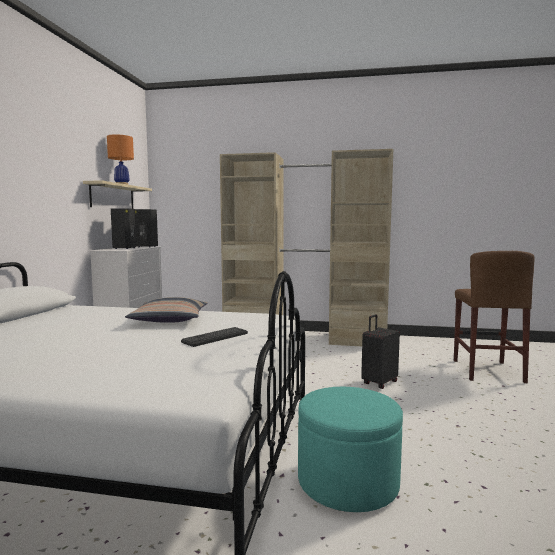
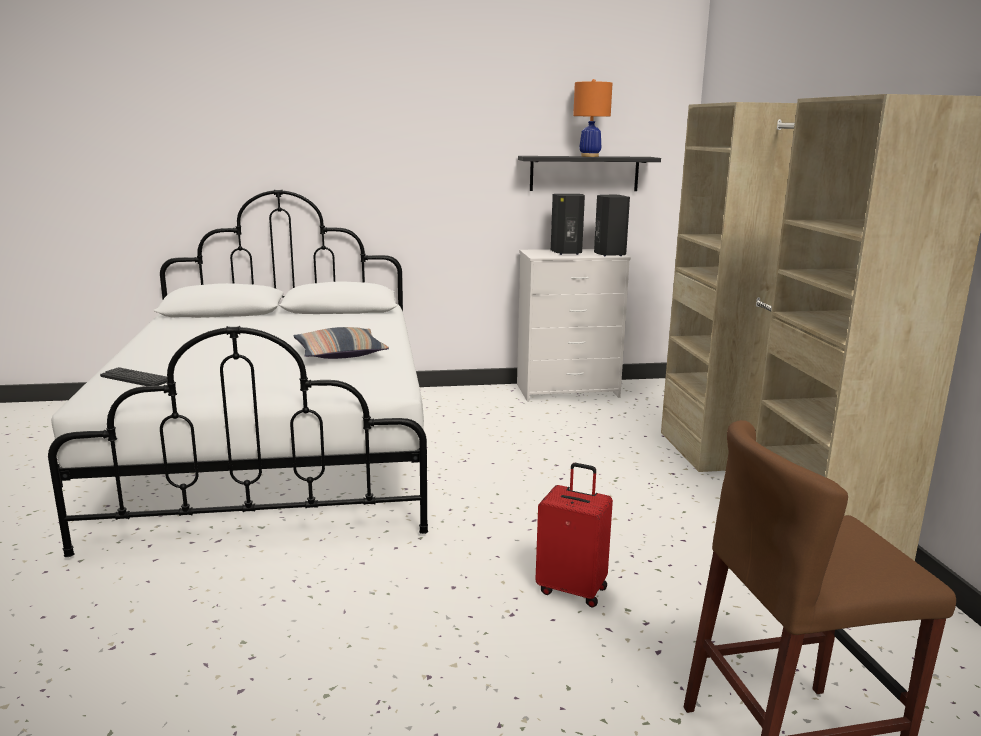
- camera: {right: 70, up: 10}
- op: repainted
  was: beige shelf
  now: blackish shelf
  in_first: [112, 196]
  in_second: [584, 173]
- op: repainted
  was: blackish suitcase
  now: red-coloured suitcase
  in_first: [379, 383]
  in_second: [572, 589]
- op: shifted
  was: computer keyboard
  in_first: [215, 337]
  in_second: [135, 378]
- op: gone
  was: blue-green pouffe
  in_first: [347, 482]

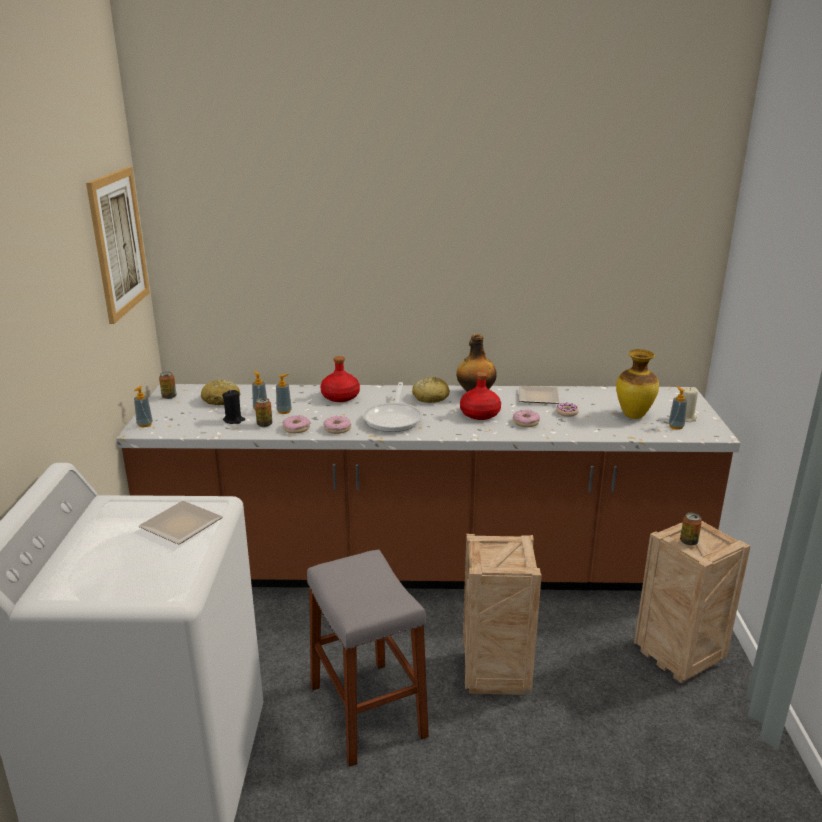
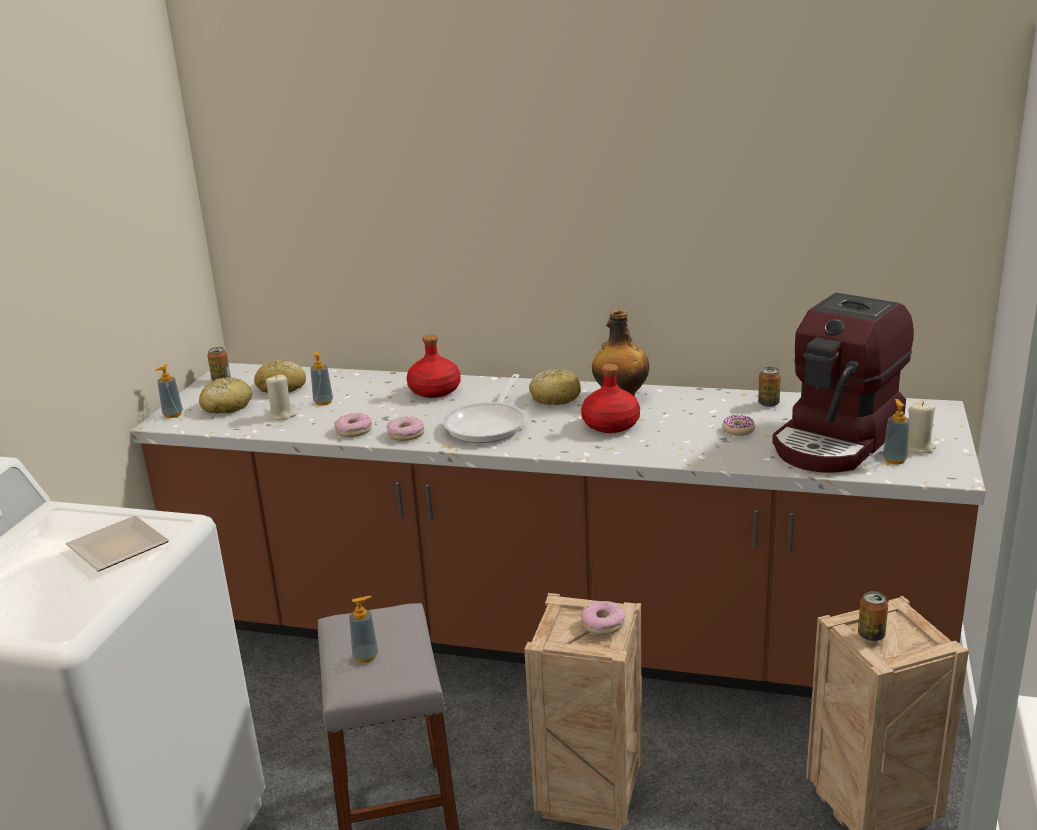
- camera: {right: 15, up: 0}
- op: gone
  was: wall picture
  in_first: [118, 243]
- op: swapped
  was: decorative vase
  now: coffee maker
  in_first: [634, 416]
  in_second: [838, 440]
- op: shifted
  was: soap dispenser
  in_first: [284, 411]
  in_second: [365, 656]
- op: gone
  was: dinner plate
  in_first: [539, 397]
- op: repainted
  was: blackish wax candle
  now: beige wax candle
  in_first: [234, 420]
  in_second: [282, 415]
- op: shifted
  was: can
  in_first: [264, 424]
  in_second: [768, 403]
- op: shifted
  was: doughnut
  in_first: [526, 422]
  in_second: [603, 624]
- op: new
  now: bakery bread
  in_second: [226, 406]

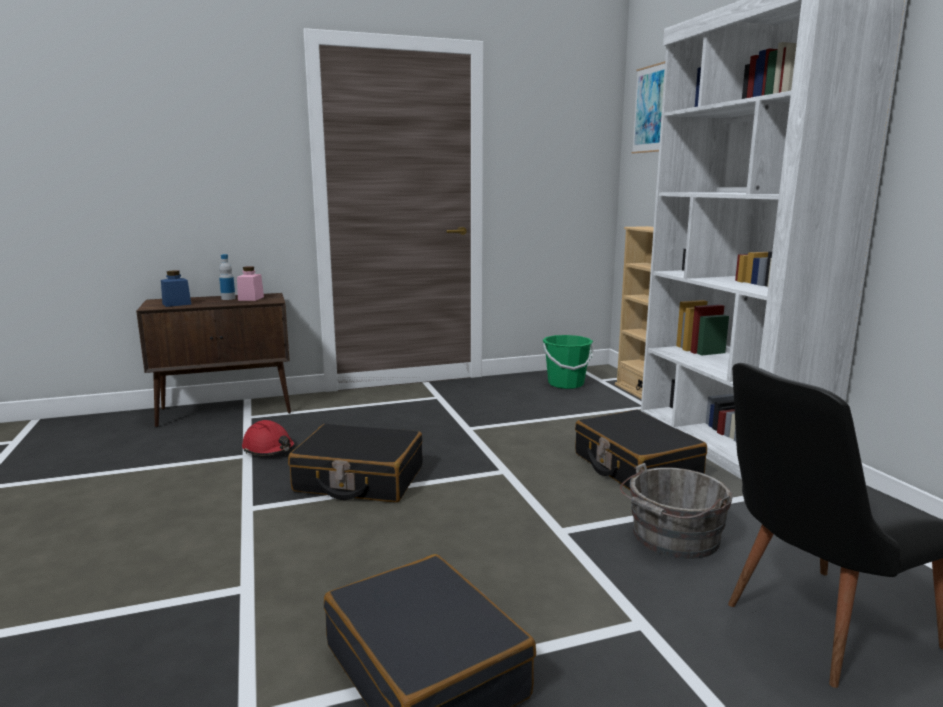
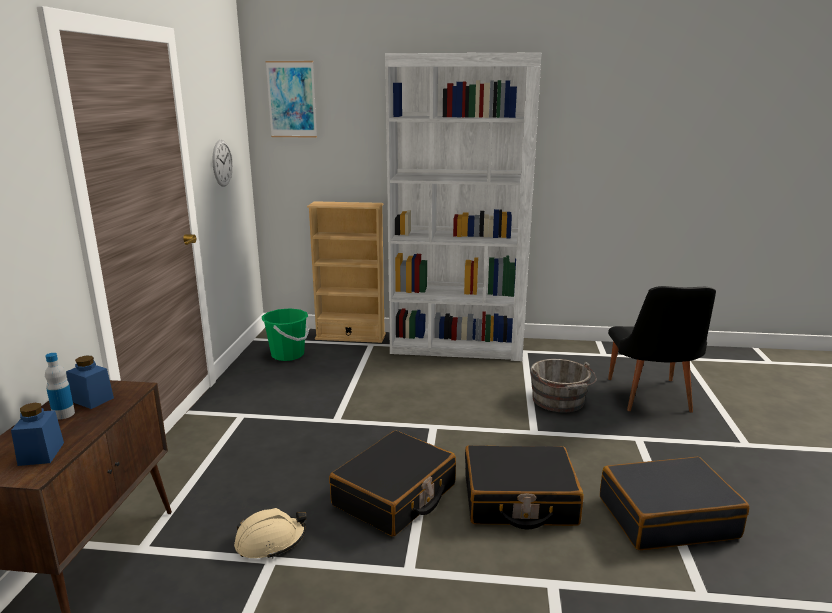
- camera: {right: -65, up: 5}
- op: repainted
  was: pink-coloured preserve jar
  now: bluish preserve jar
  in_first: [251, 298]
  in_second: [92, 399]
- op: shifted
  was: blackish suitcase
  in_first: [635, 467]
  in_second: [519, 500]
- op: repainted
  was: red-coloured safety helmet
  now: beige safety helmet
  in_first: [269, 449]
  in_second: [270, 541]
- op: new
  now: hanging clock
  in_second: [222, 163]

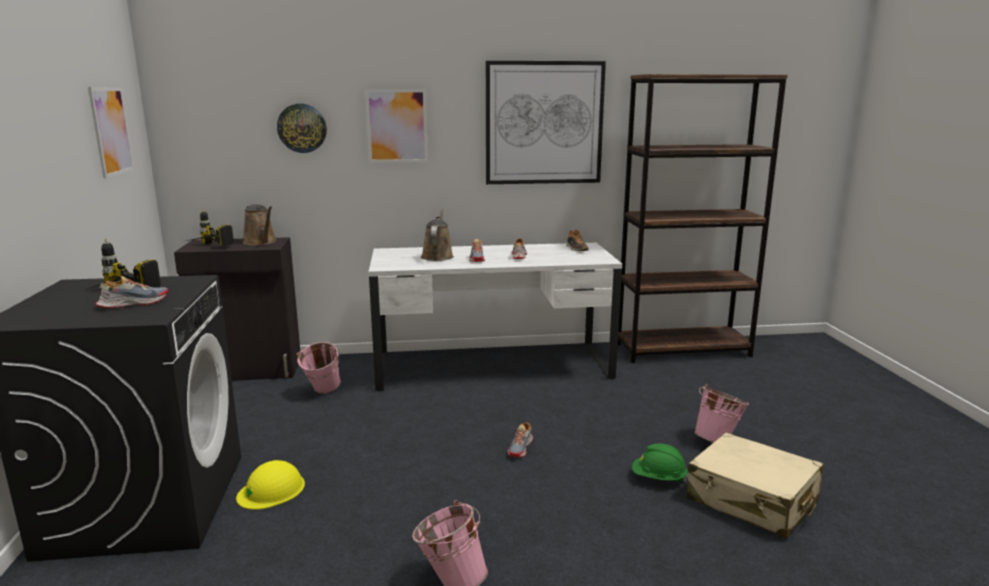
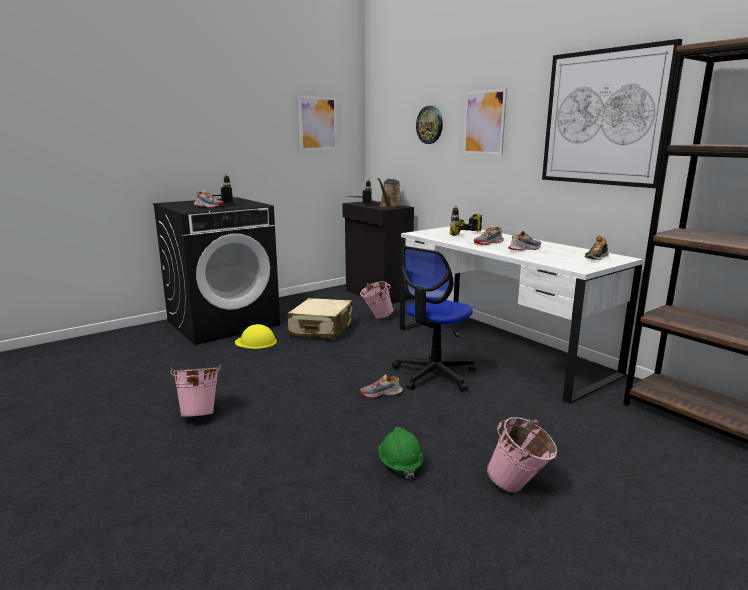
- camera: {right: 60, up: 0}
- op: swapped
  was: brownish watering can
  now: power drill
  in_first: [437, 256]
  in_second: [471, 236]
- op: shifted
  was: beige suitcase
  in_first: [752, 500]
  in_second: [321, 329]
- op: new
  now: computer chair
  in_second: [434, 375]

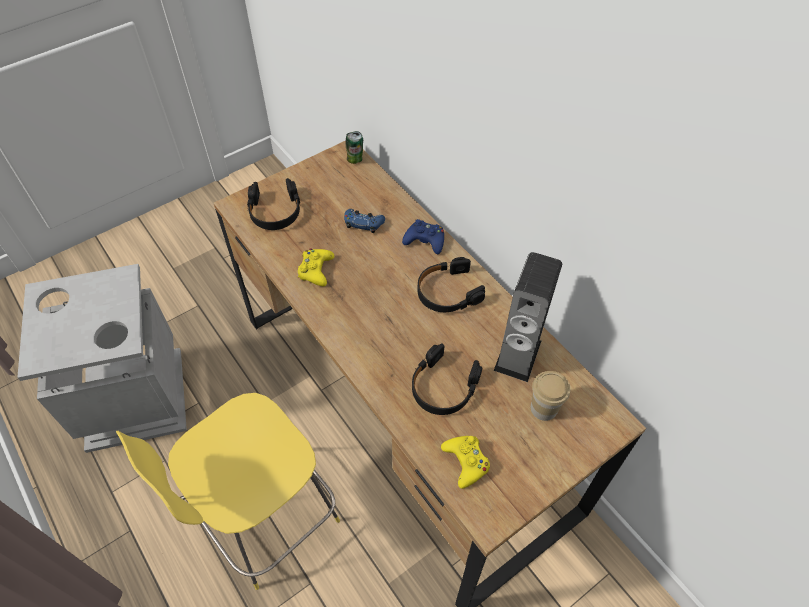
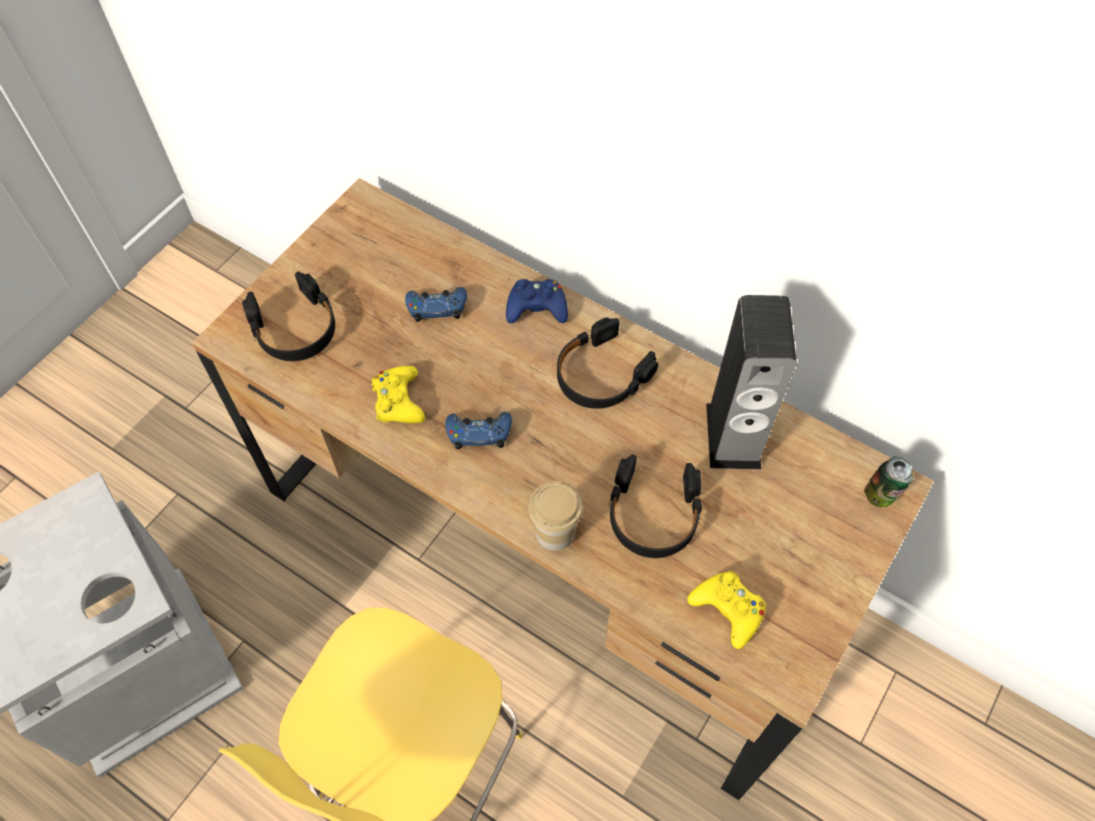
- camera: {right: -20, up: 5}
- op: shifted
  was: can
  in_first: [355, 159]
  in_second: [881, 495]
- op: shifted
  was: cup
  in_first: [544, 408]
  in_second: [555, 532]
- op: new
  now: bluish gamepad
  in_second: [479, 433]

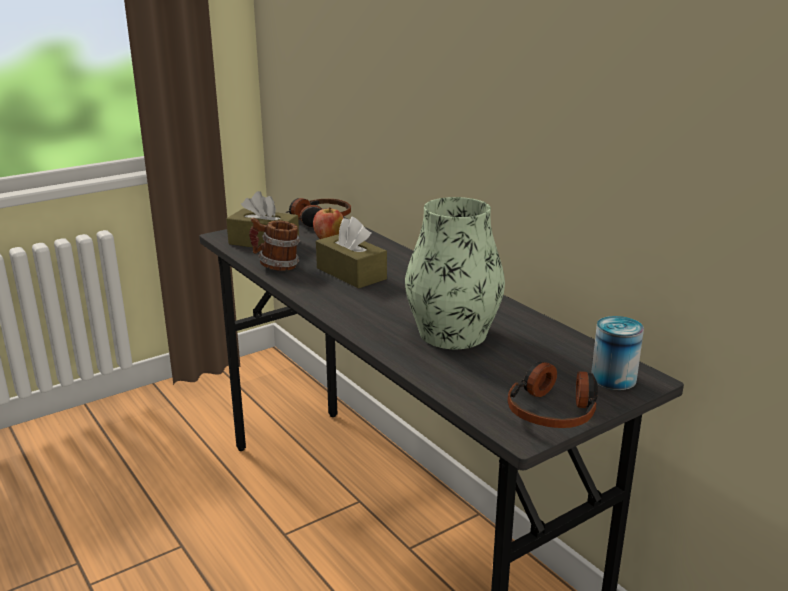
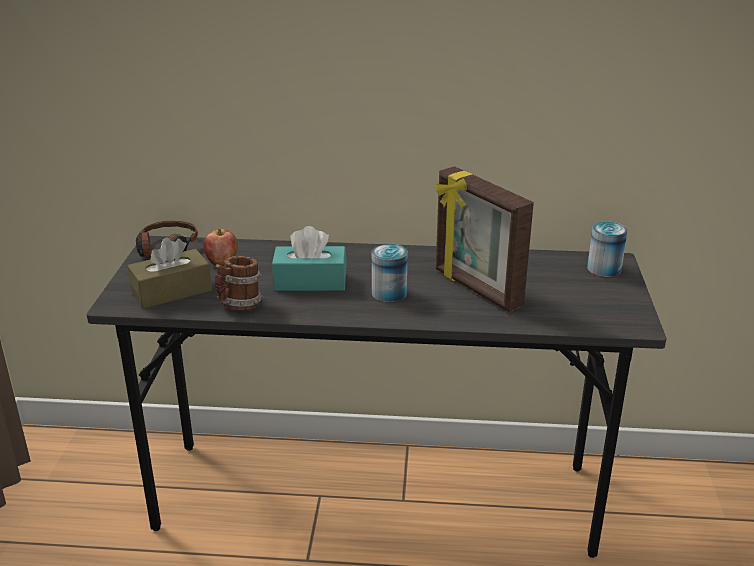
- camera: {right: -50, up: 5}
- op: swapped
  was: decorative vase
  now: picture frame
  in_first: [453, 334]
  in_second: [476, 289]
- op: repainted
  was: brownish tissue box
  now: blue-green tissue box
  in_first: [351, 273]
  in_second: [310, 281]
- op: gone
  was: headphones
  in_first: [553, 410]
- op: new
  now: can
  in_second: [389, 293]

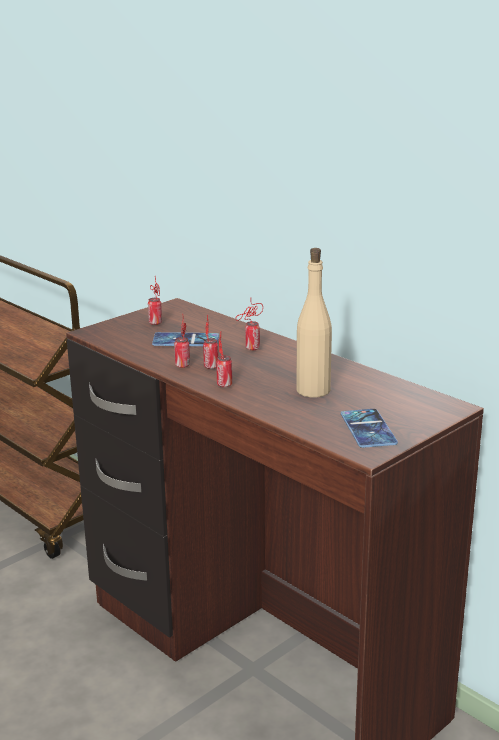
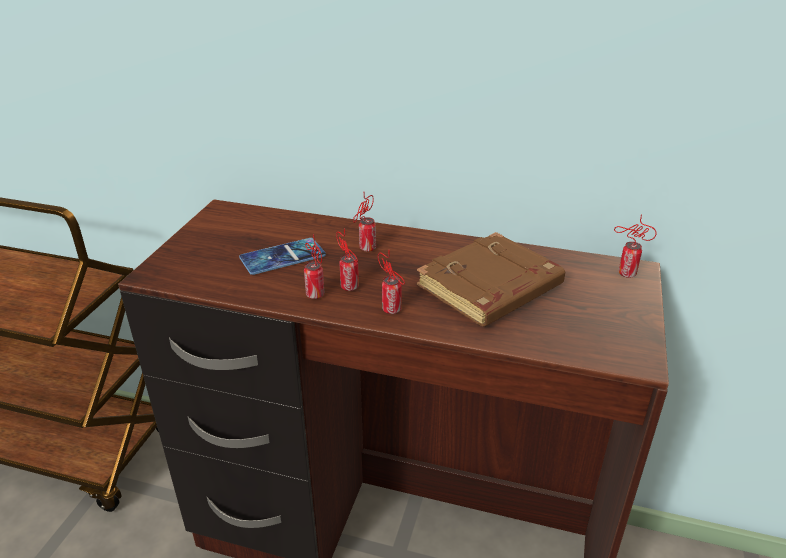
- camera: {right: -30, up: 10}
- op: swapped
  was: beige drink bottle
  now: brownish volume
  in_first: [313, 390]
  in_second: [490, 288]
- op: shifted
  was: can
  in_first: [155, 322]
  in_second: [624, 273]
- op: gone
  was: handset
  in_first: [368, 429]

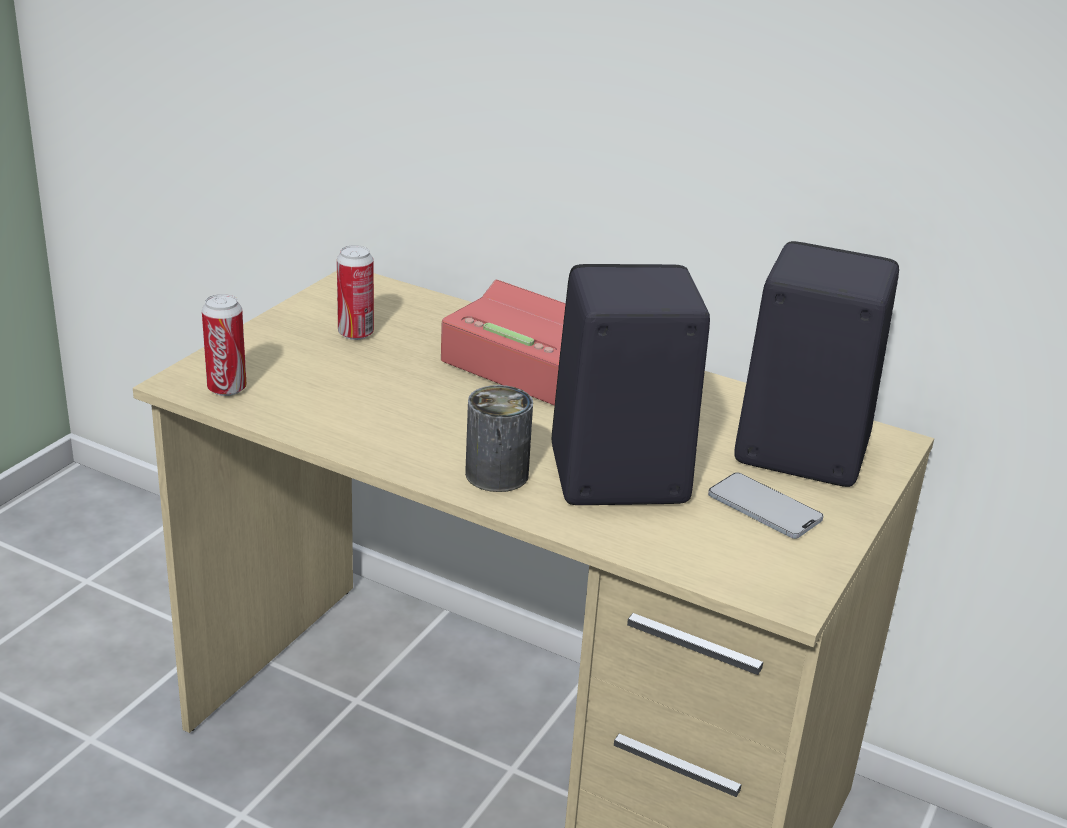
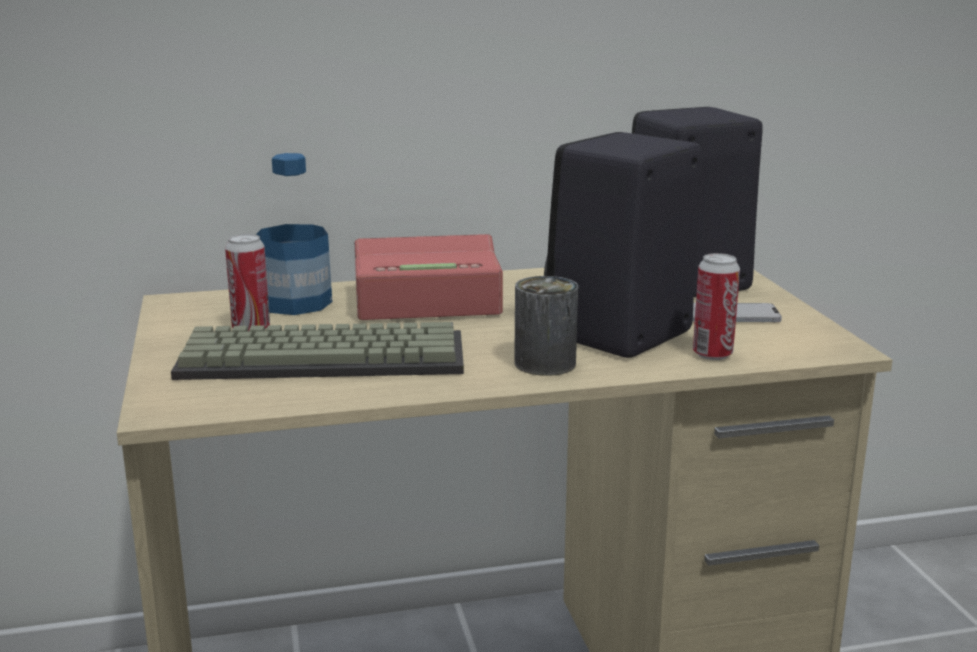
- camera: {right: -40, up: -10}
- op: shifted
  was: can
  in_first: [227, 389]
  in_second: [712, 354]
- op: new
  now: drink bottle
  in_second: [295, 303]
- op: new
  now: computer keyboard
  in_second: [326, 356]

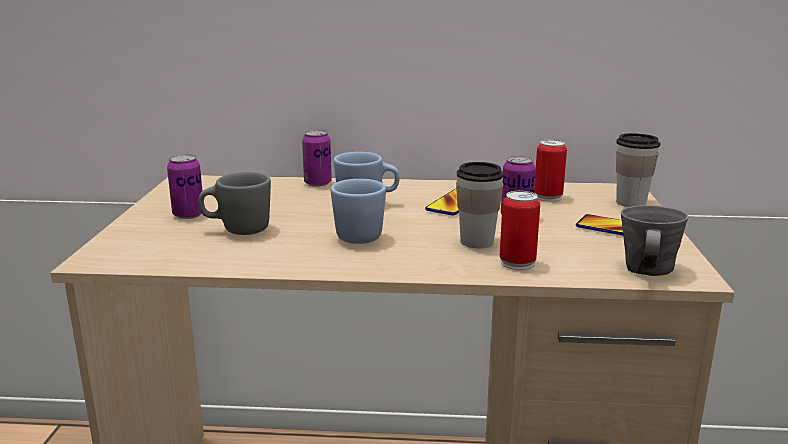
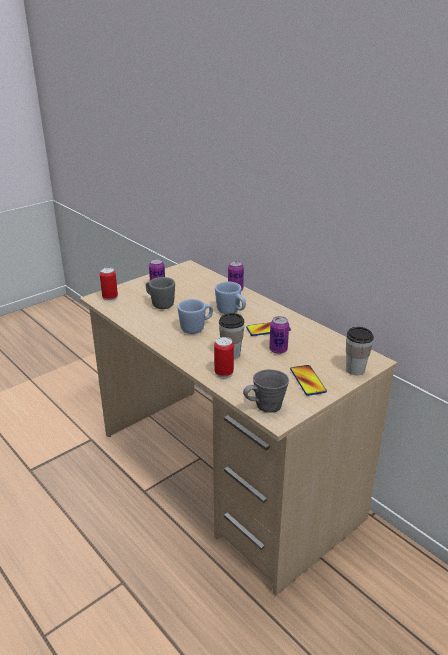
- camera: {right: 45, up: 10}
- op: shifted
  was: can
  in_first: [548, 197]
  in_second: [110, 297]

